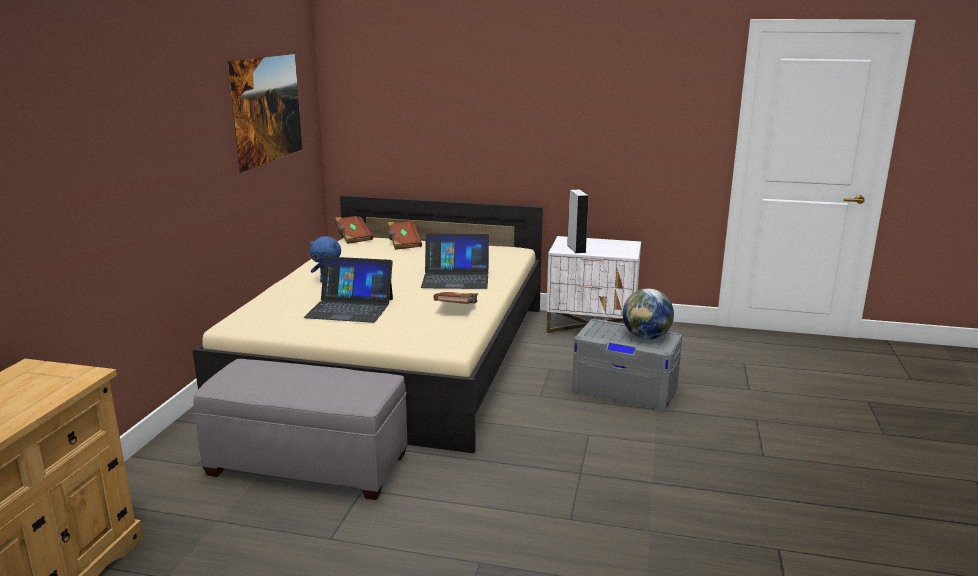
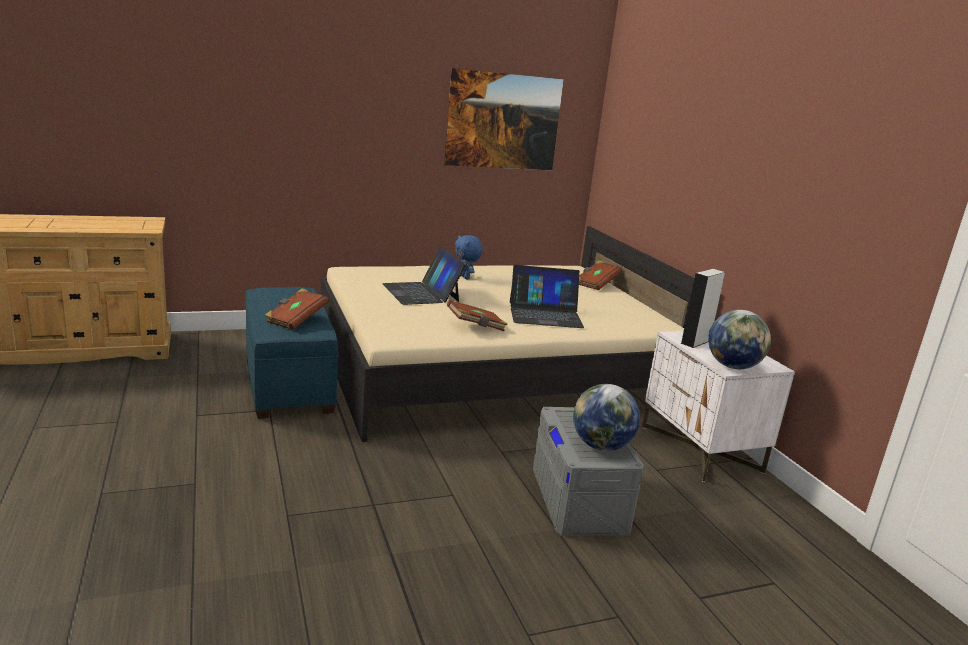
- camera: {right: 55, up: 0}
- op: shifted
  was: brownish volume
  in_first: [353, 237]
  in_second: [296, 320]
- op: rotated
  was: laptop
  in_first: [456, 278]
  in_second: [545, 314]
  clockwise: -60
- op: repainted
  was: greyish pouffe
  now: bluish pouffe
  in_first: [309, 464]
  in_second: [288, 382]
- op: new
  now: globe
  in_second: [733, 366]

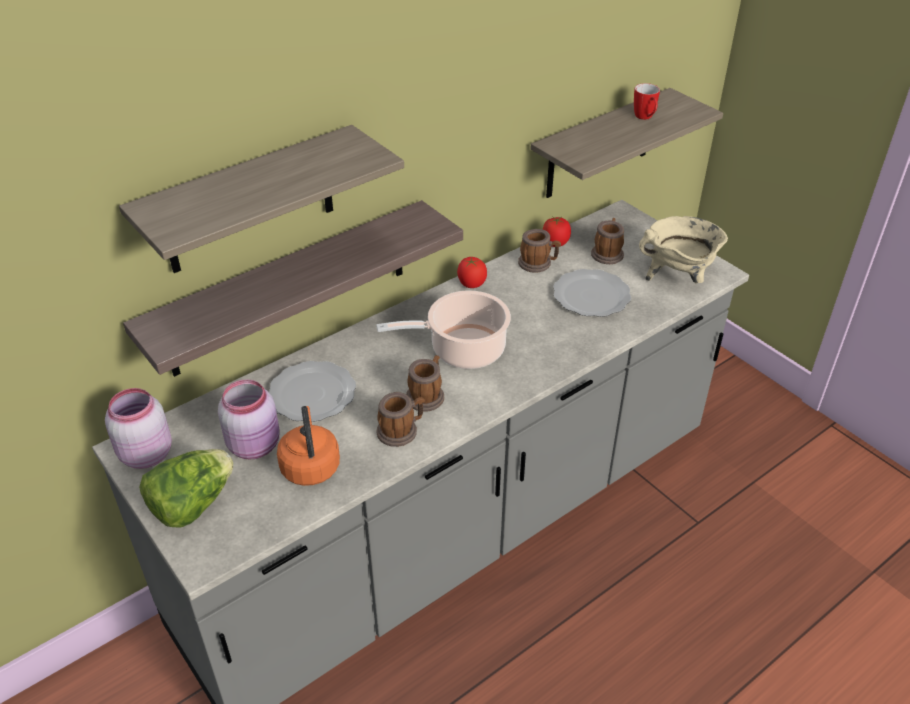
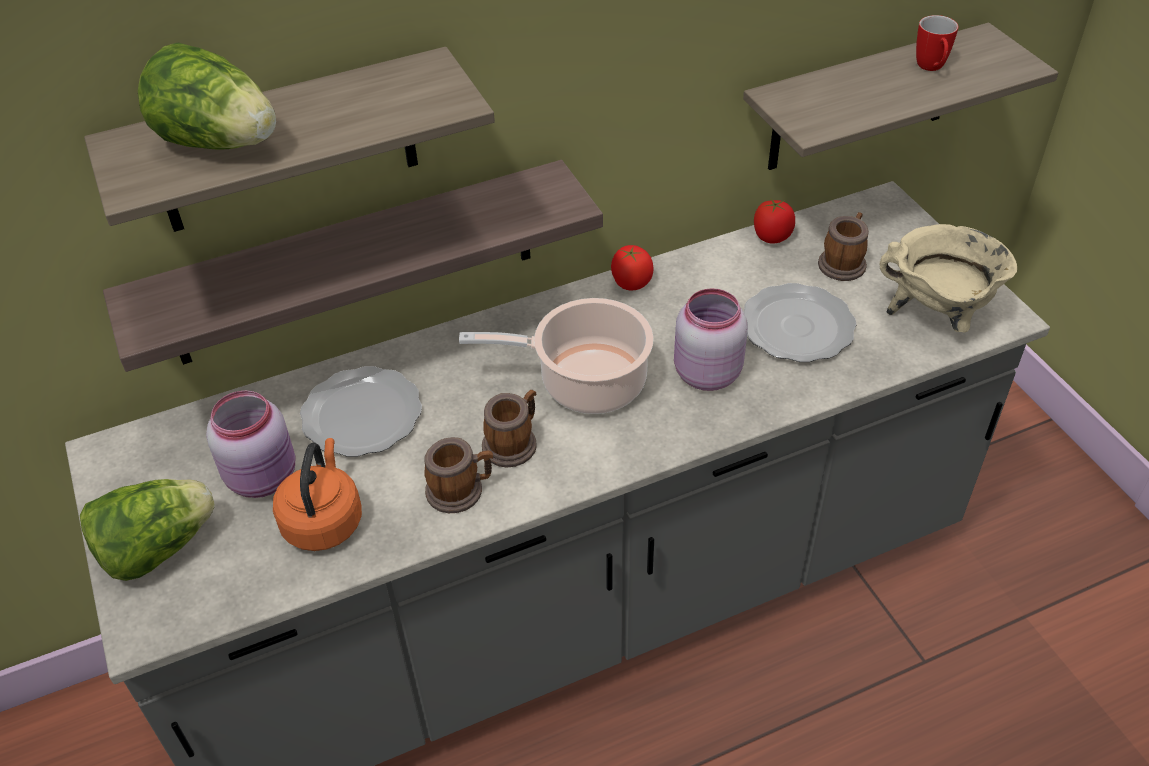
- camera: {right: 15, up: 5}
- op: gone
  was: tea mug
  in_first: [538, 264]
- op: shifted
  was: pink-coloured preserve jar
  in_first: [145, 454]
  in_second: [705, 373]
- op: new
  now: head of lettuce
  in_second: [220, 142]

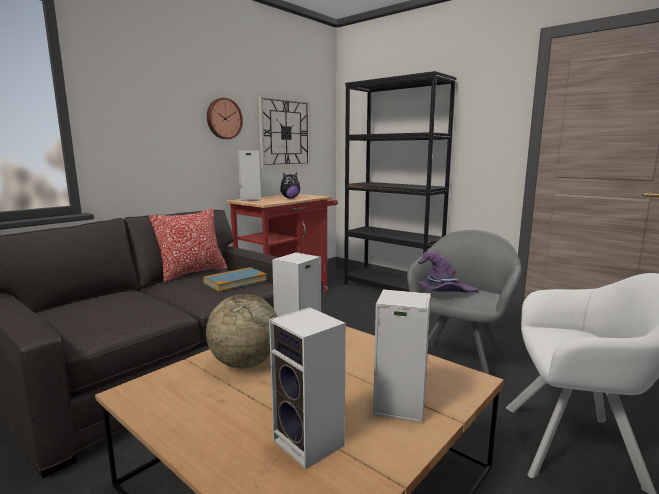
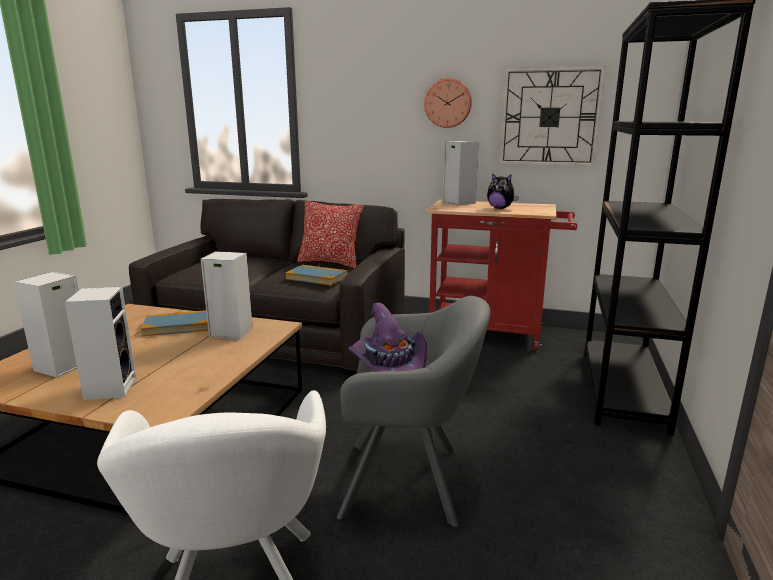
- camera: {right: 65, up: 5}
- op: swapped
  was: globe
  now: volume
  in_first: [245, 363]
  in_second: [178, 326]

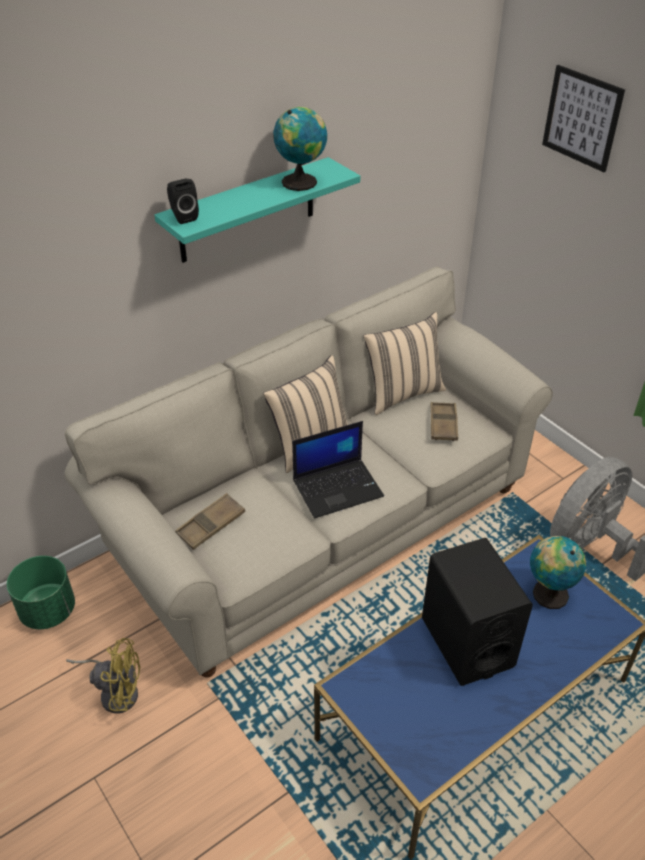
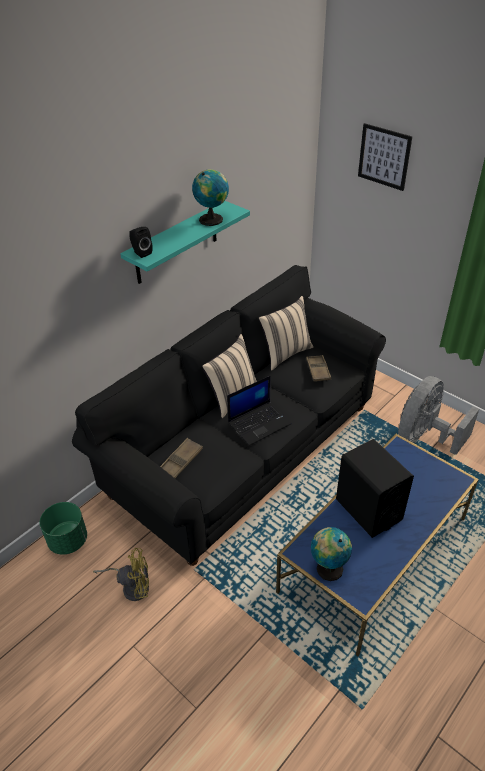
- camera: {right: -10, up: 0}
- op: repainted
  was: beige settee
  now: blackish settee
  in_first: [322, 525]
  in_second: [244, 451]
- op: shifted
  was: globe
  in_first: [548, 593]
  in_second: [327, 568]

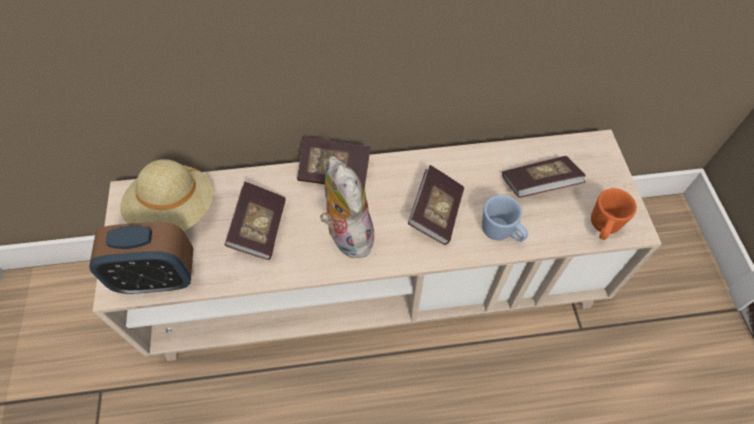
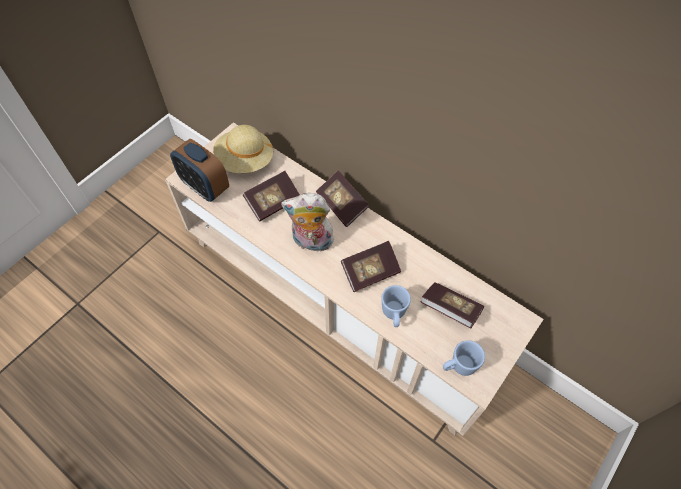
- camera: {right: 45, up: 0}
- op: rotated
  was: cuddly toy
  in_first: [347, 234]
  in_second: [311, 242]
  clockwise: -105
- op: repainted
  was: orange-coloured tea mug
  now: bluish tea mug
  in_first: [602, 227]
  in_second: [459, 366]

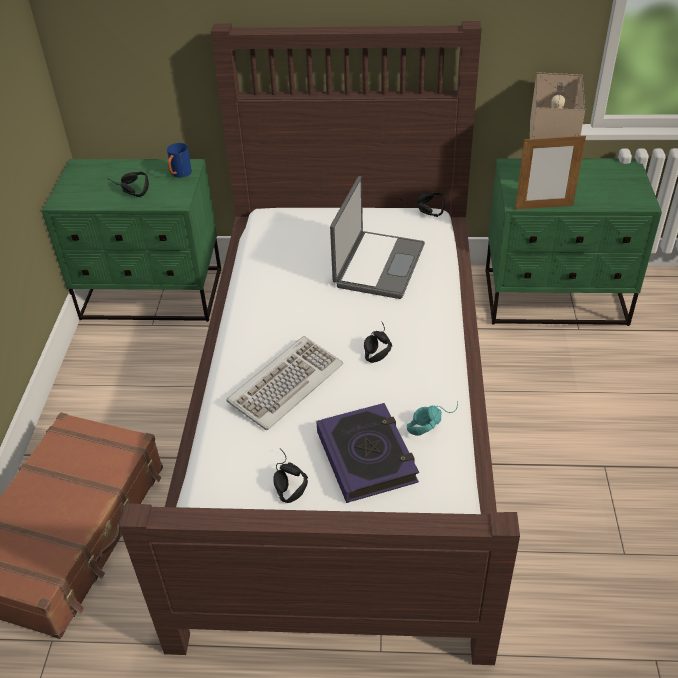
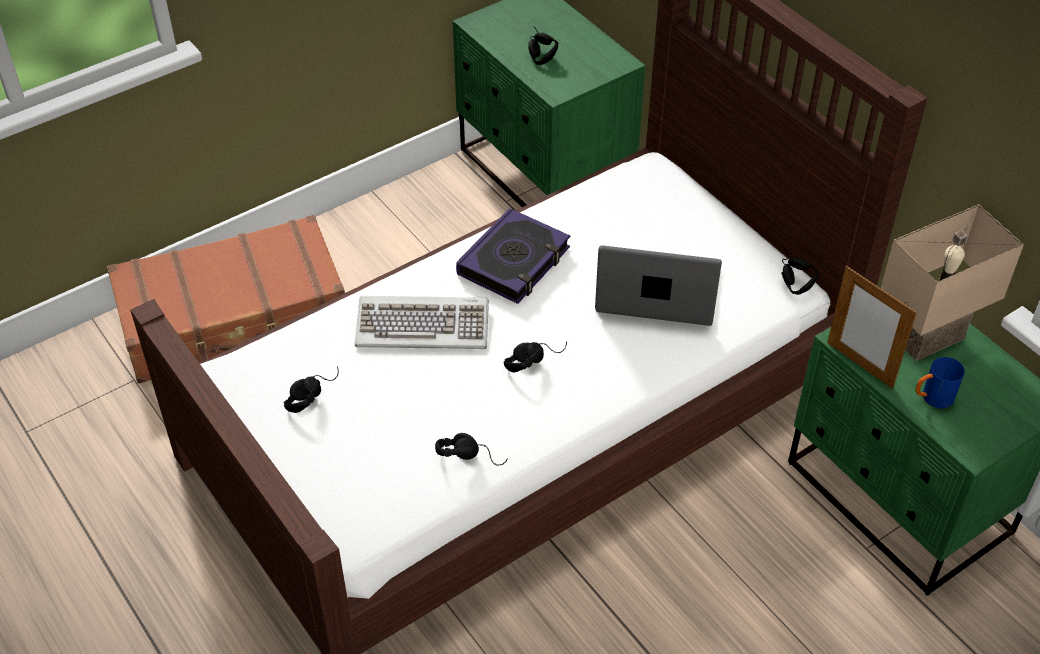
- camera: {right: 50, up: 5}
- op: shifted
  was: bluish tea mug
  in_first: [179, 175]
  in_second: [932, 398]
- op: rotated
  was: laptop
  in_first: [377, 265]
  in_second: [656, 292]
  clockwise: -150
- op: repainted
  was: blue-green headphones
  now: blackish headphones
  in_first: [430, 421]
  in_second: [471, 454]
- op: shifted
  was: volume
  in_first: [366, 457]
  in_second: [514, 262]

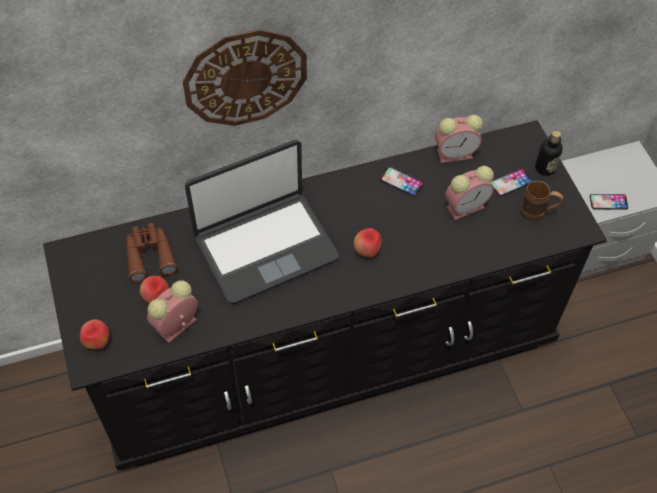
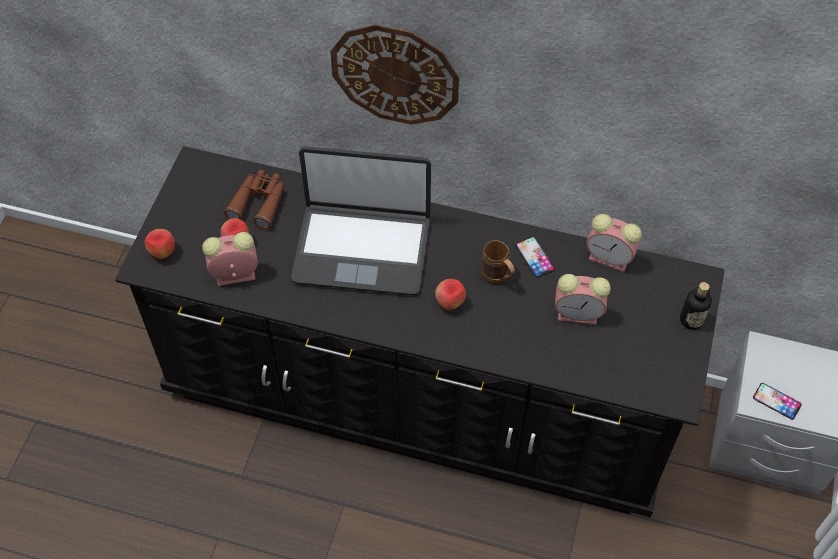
- camera: {right: 35, up: 0}
- op: gone
  was: handset
  in_first: [511, 182]
- op: shifted
  was: brownish tea mug
  in_first: [537, 213]
  in_second: [498, 278]

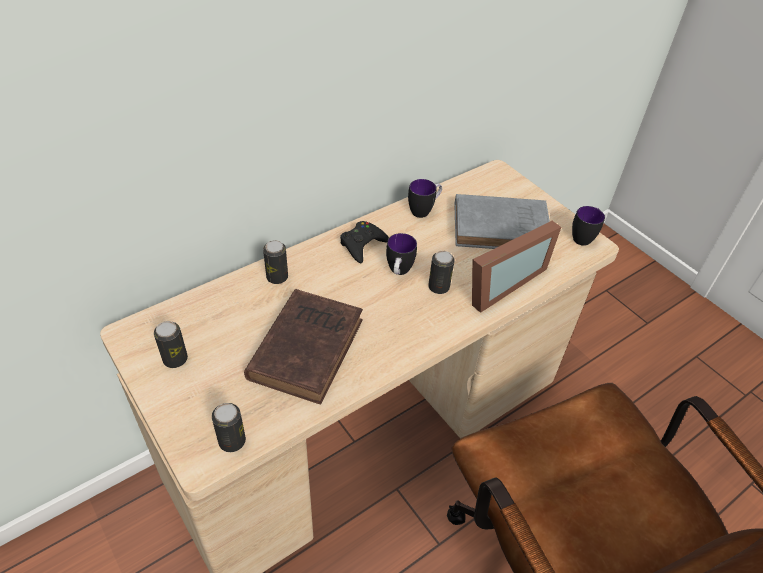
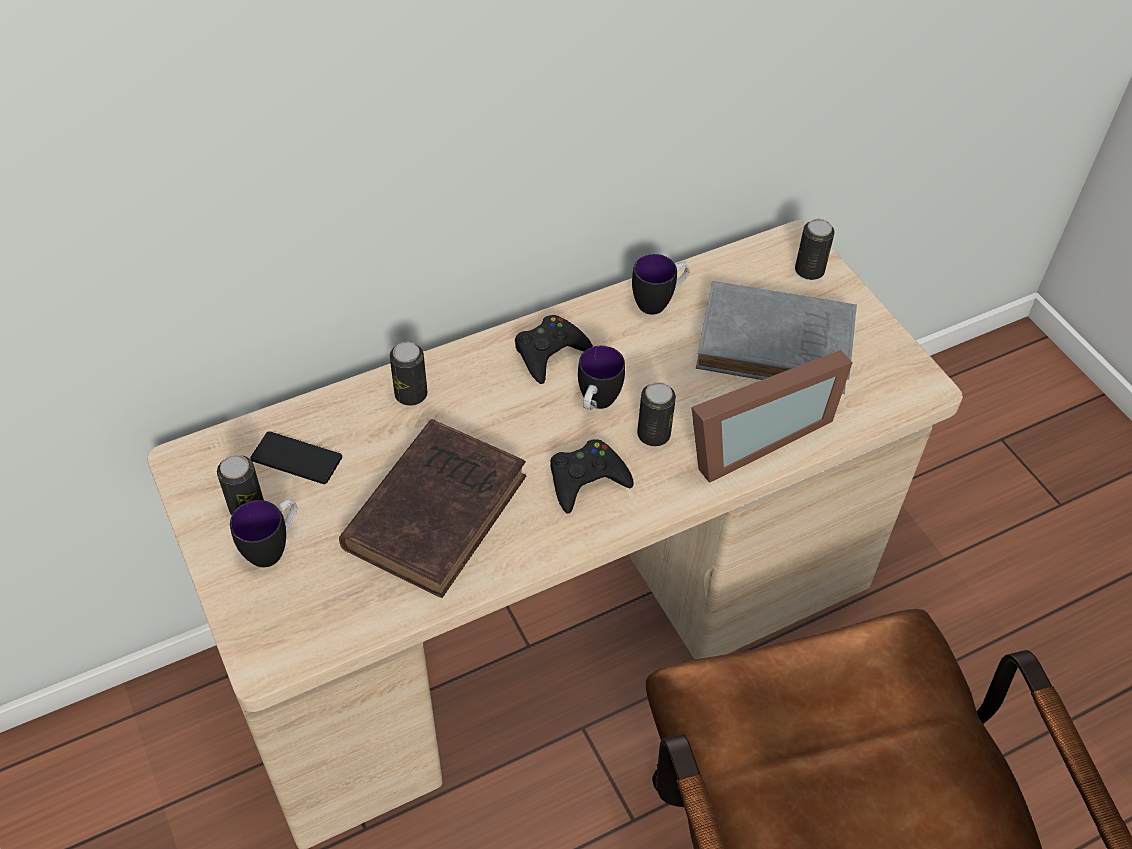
- camera: {right: 10, up: 5}
- op: shifted
  was: tea mug
  in_first: [583, 236]
  in_second: [273, 548]
- op: shifted
  was: can
  in_first: [232, 441]
  in_second: [809, 271]
- op: new
  now: handset
  in_second: [296, 458]
- op: new
  now: blackish gamepad
  in_second: [586, 480]

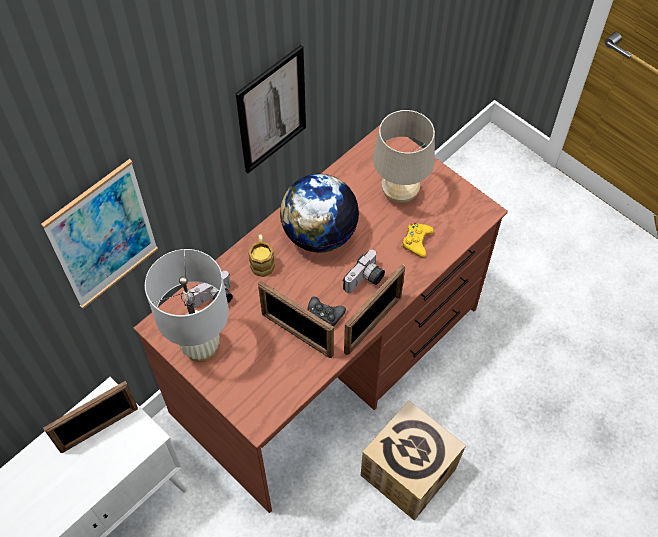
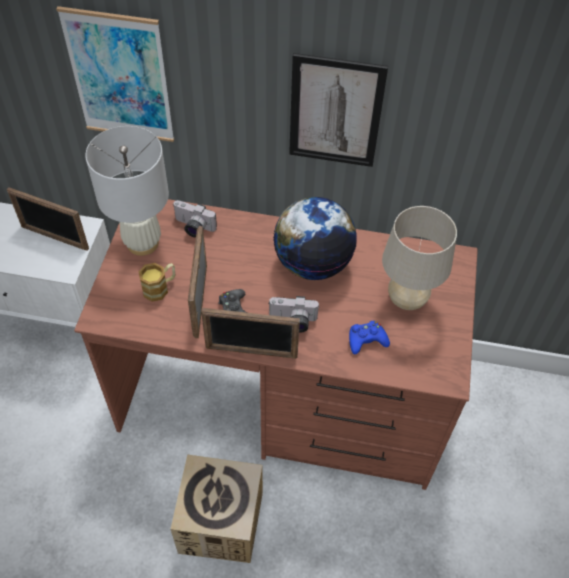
- camera: {right: 55, up: -5}
- op: repainted
  was: yellow-coloured gamepad
  now: bluish gamepad
  in_first: [416, 241]
  in_second: [366, 340]
- op: shifted
  was: tea mug
  in_first: [262, 261]
  in_second: [160, 288]

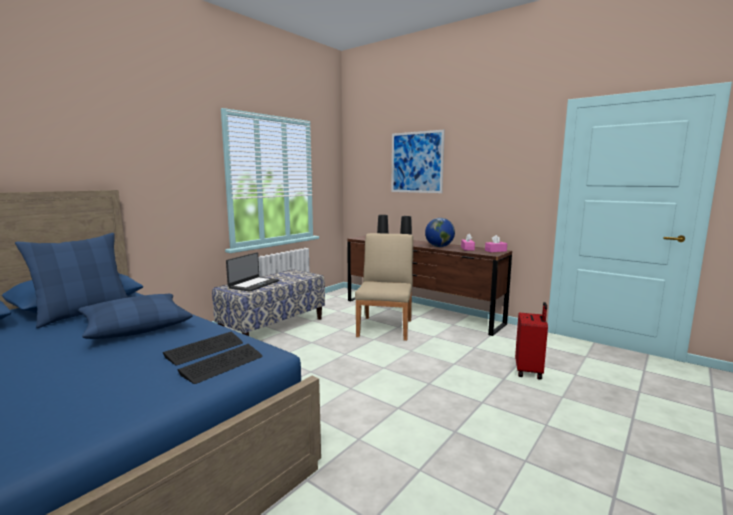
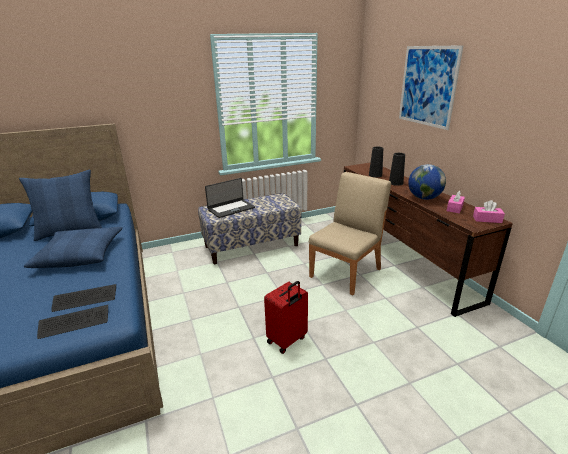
- camera: {right: 30, up: 15}
- op: shifted
  was: red-coloured suitcase
  in_first: [529, 371]
  in_second: [287, 340]

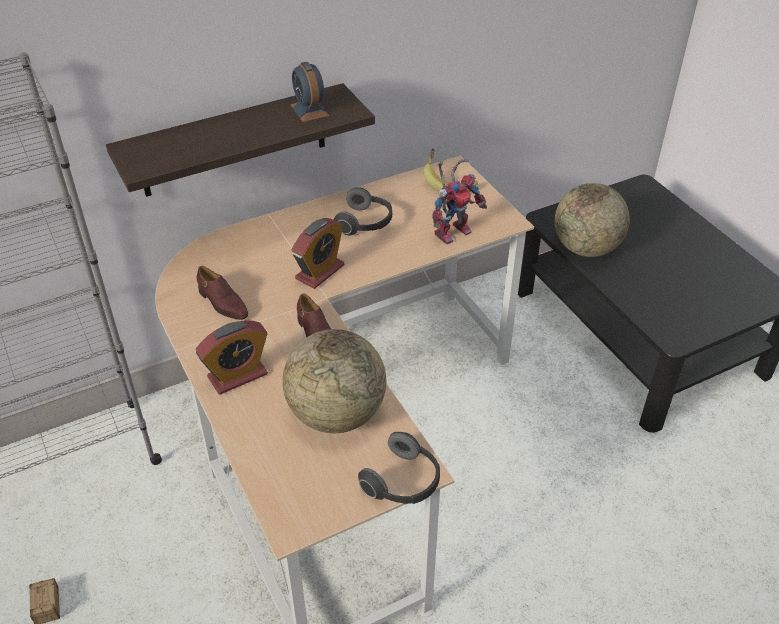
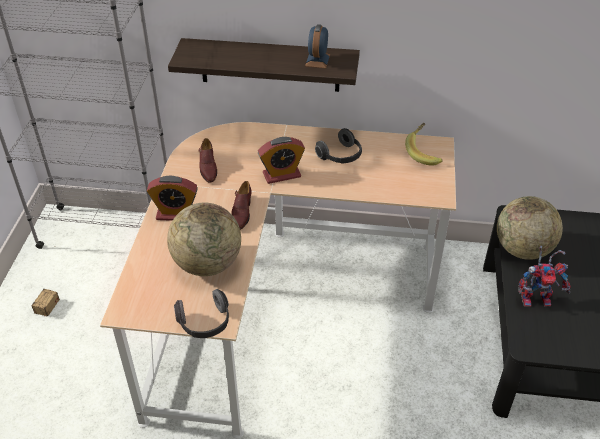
- camera: {right: 35, up: 0}
- op: shifted
  was: toy robot
  in_first: [453, 230]
  in_second: [537, 298]

